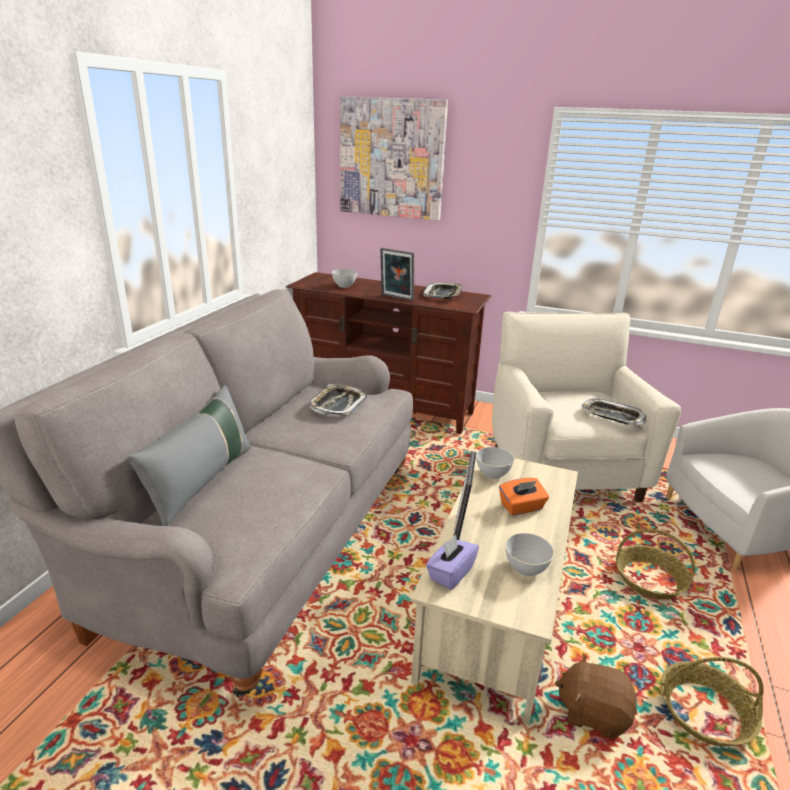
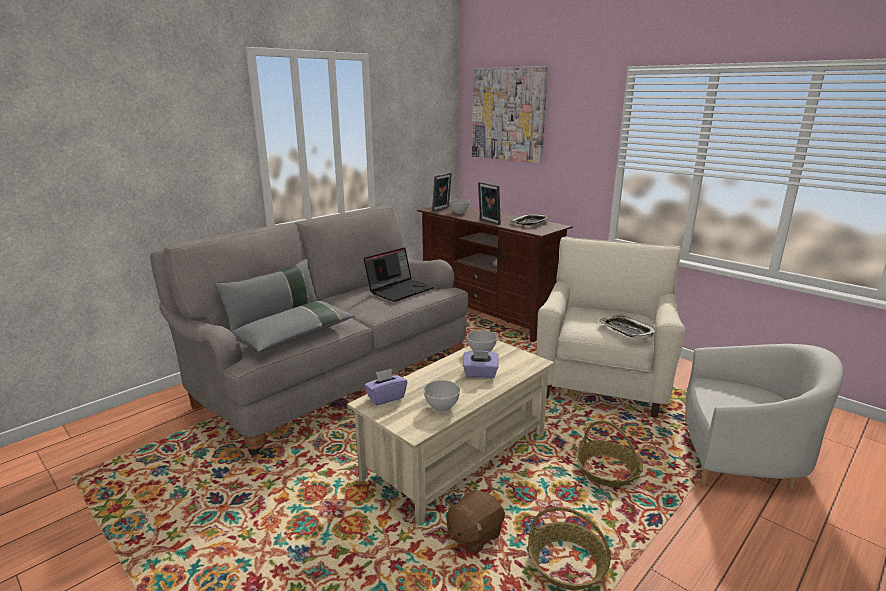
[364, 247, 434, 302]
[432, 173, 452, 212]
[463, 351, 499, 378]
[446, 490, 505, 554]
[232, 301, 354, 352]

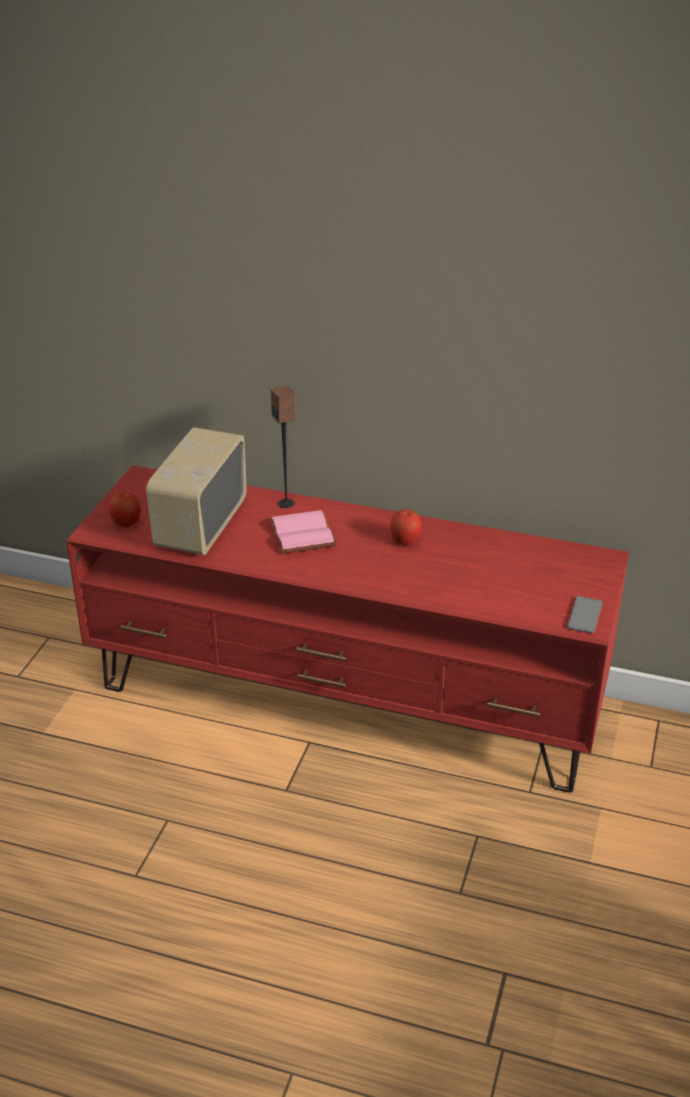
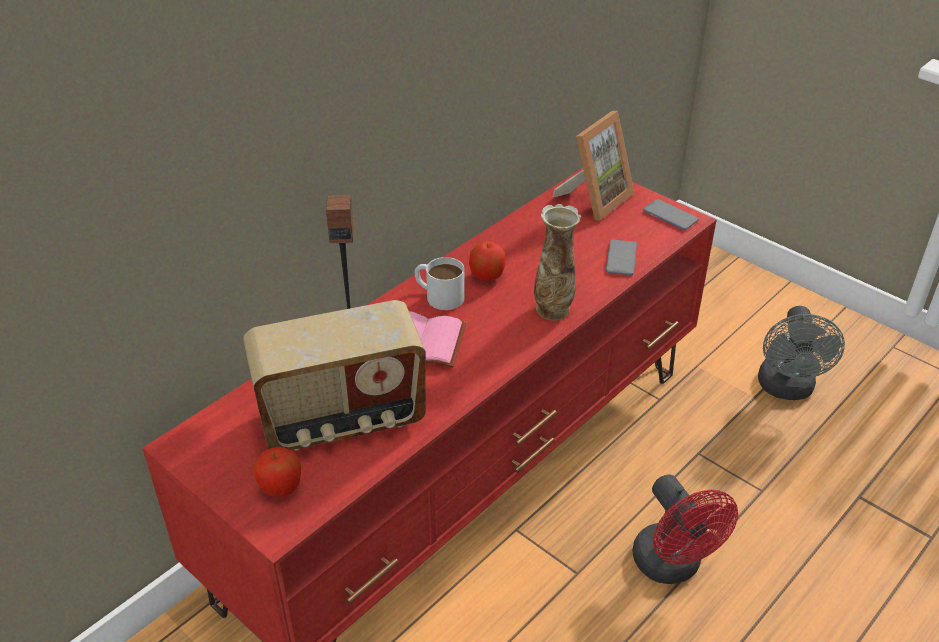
[243, 300, 426, 451]
[415, 257, 465, 310]
[534, 204, 581, 320]
[553, 111, 634, 220]
[606, 239, 637, 276]
[632, 475, 738, 584]
[758, 306, 845, 400]

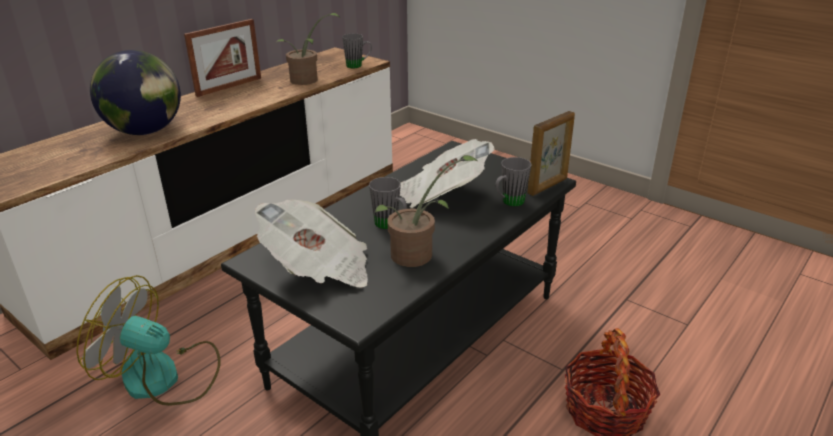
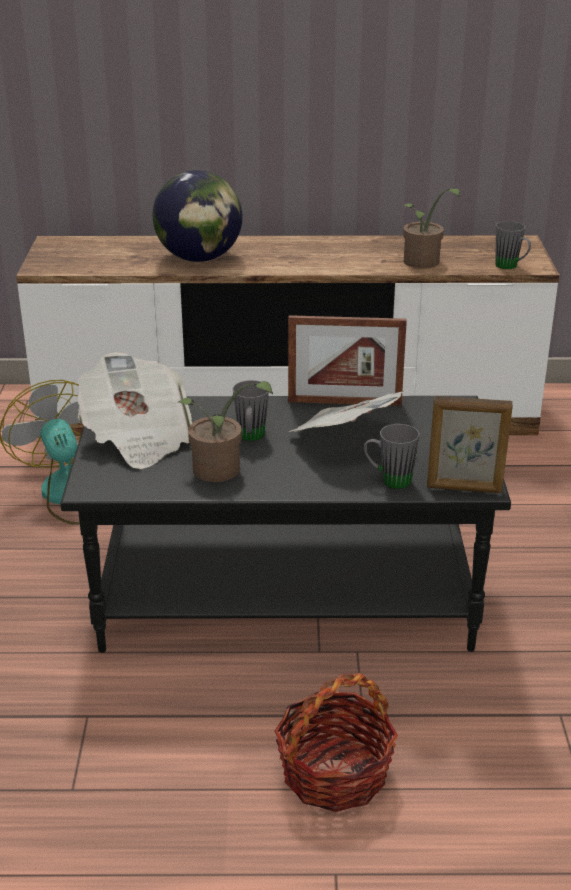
[288, 315, 407, 406]

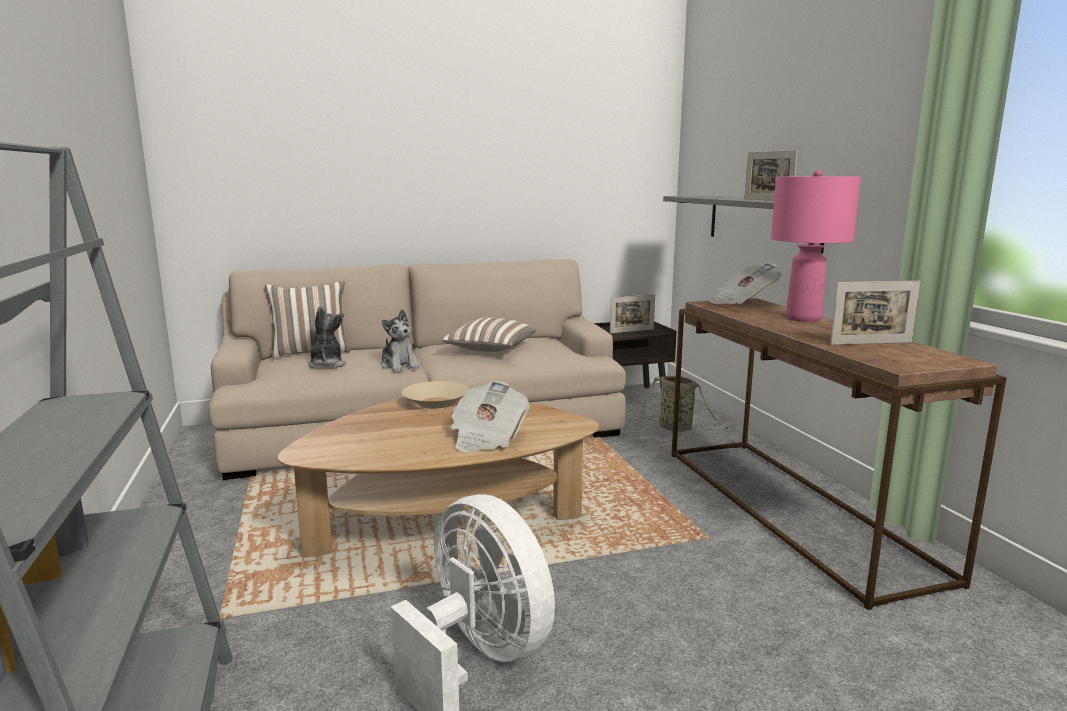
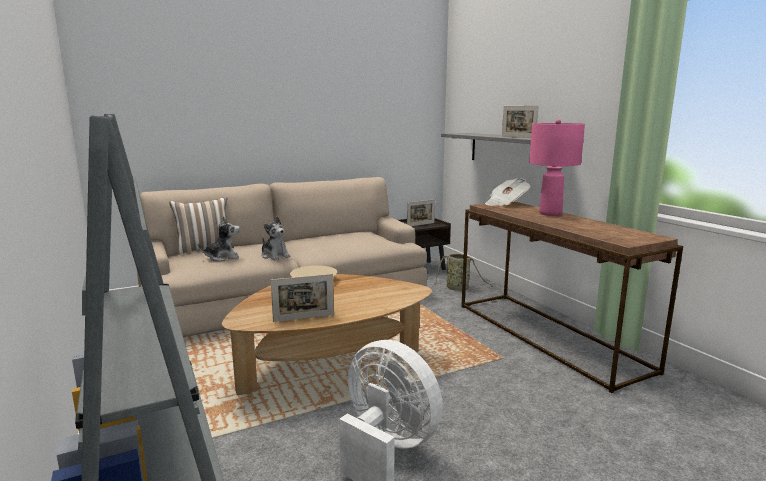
[198, 216, 240, 261]
[441, 318, 537, 352] (first image)
[451, 381, 530, 452] (first image)
[271, 274, 334, 322]

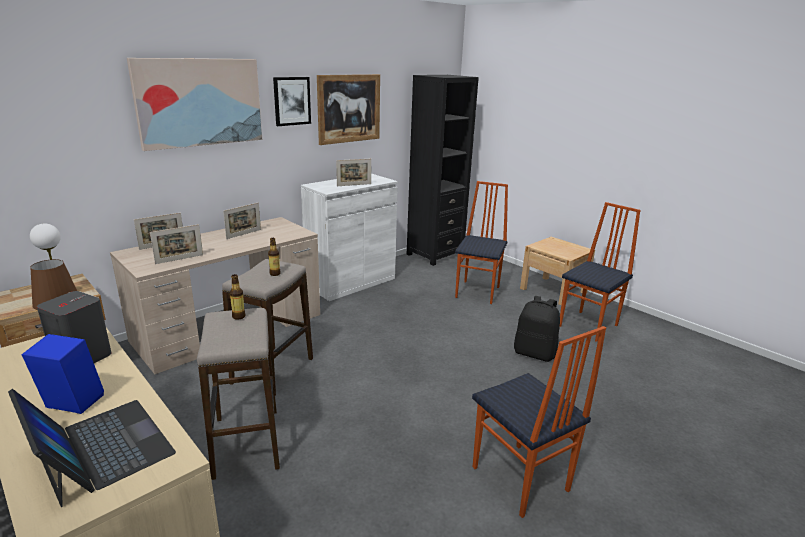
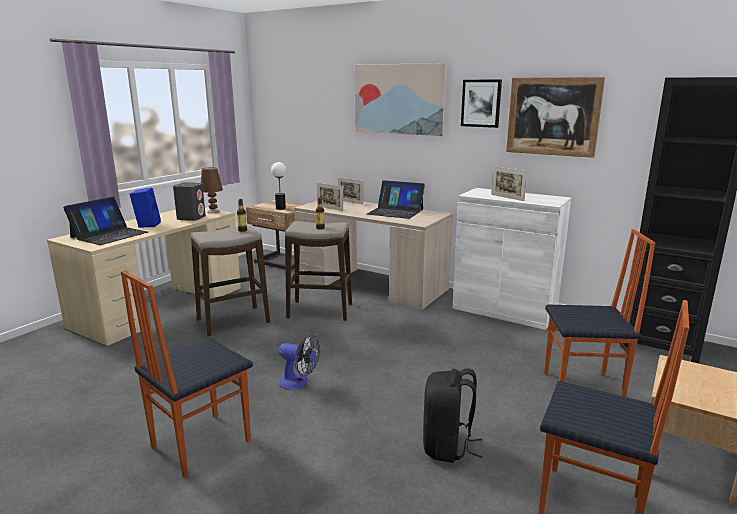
[367, 180, 425, 219]
[278, 335, 320, 390]

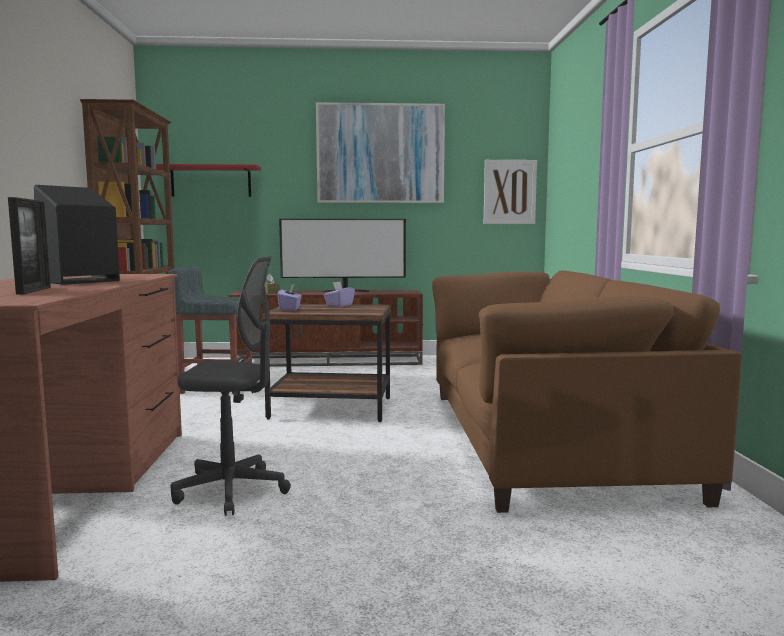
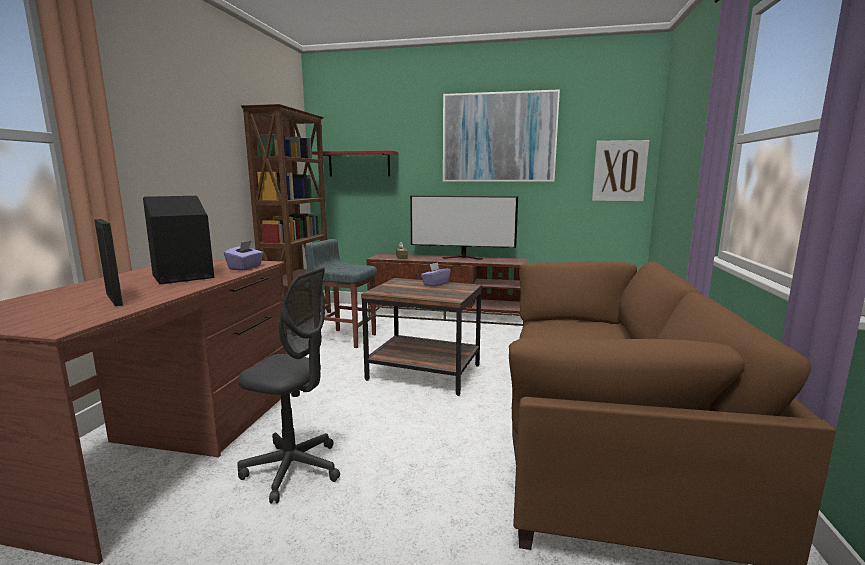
[94, 219, 123, 306]
[224, 241, 263, 270]

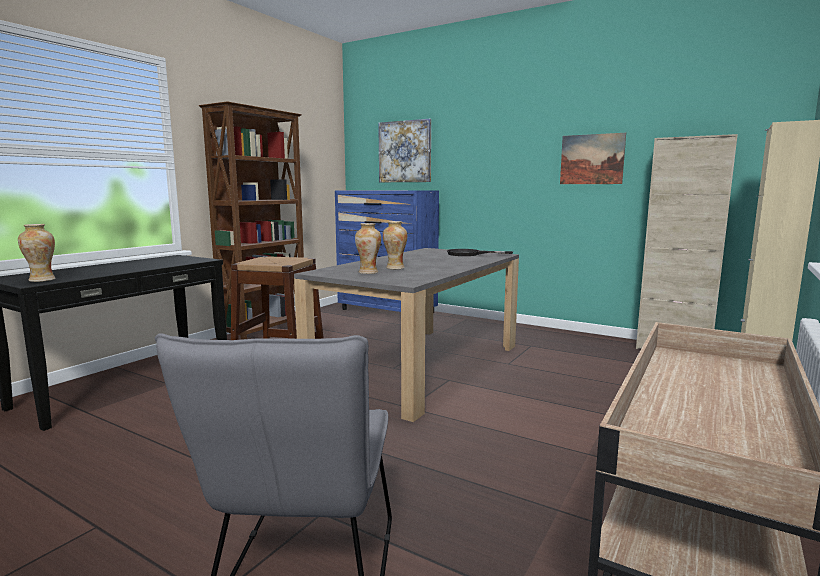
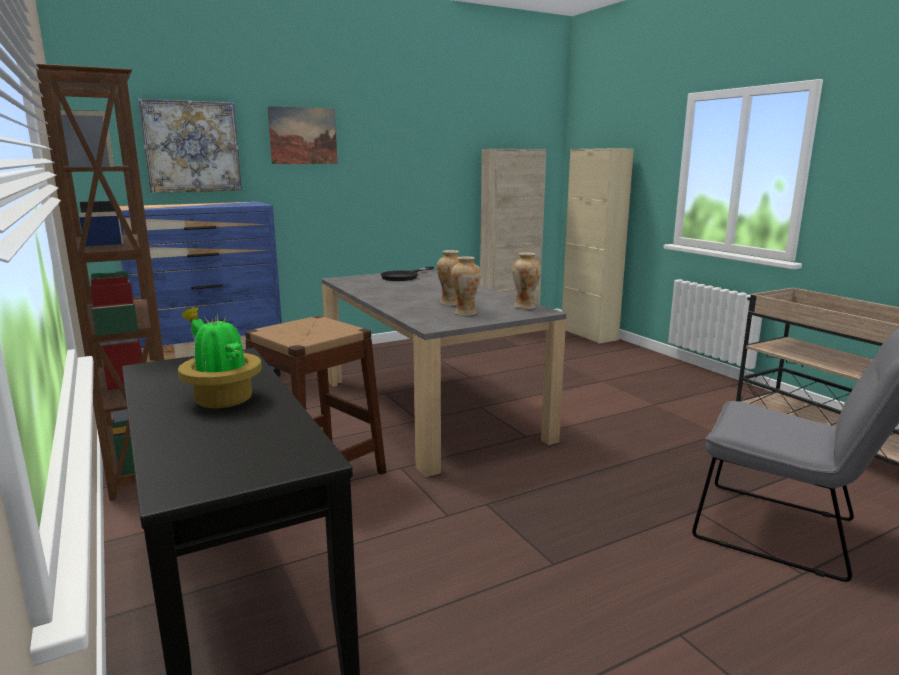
[512, 252, 541, 309]
[267, 106, 338, 164]
[178, 307, 262, 408]

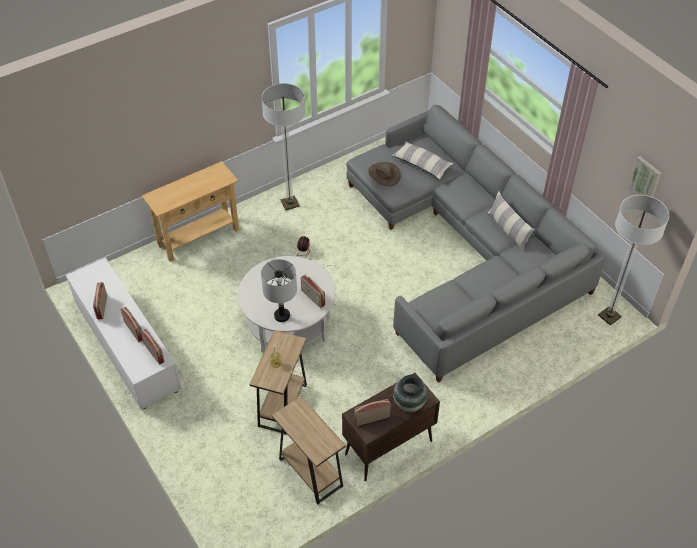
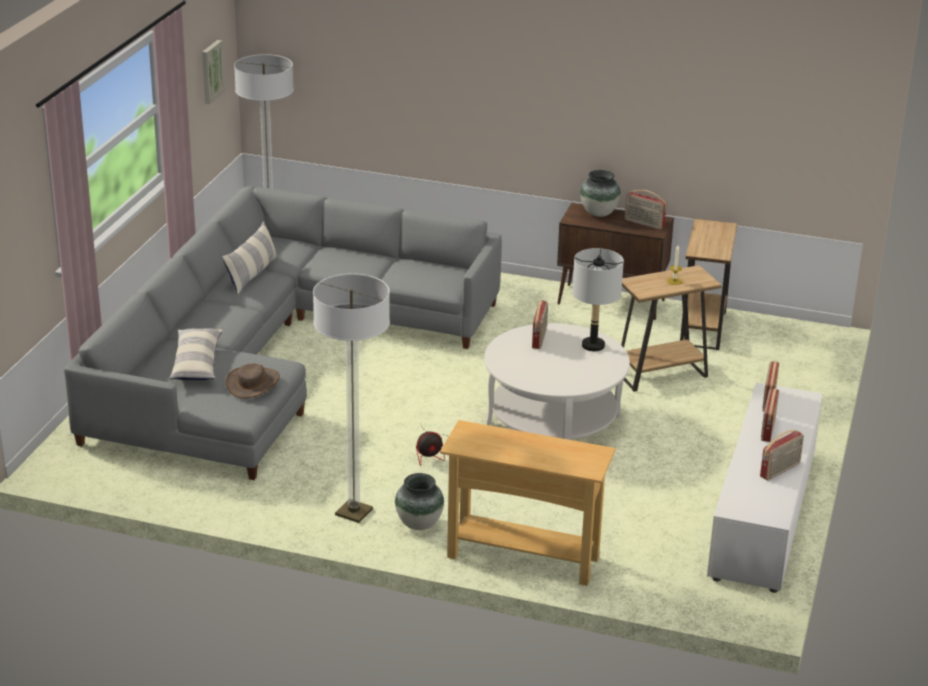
[395, 473, 444, 530]

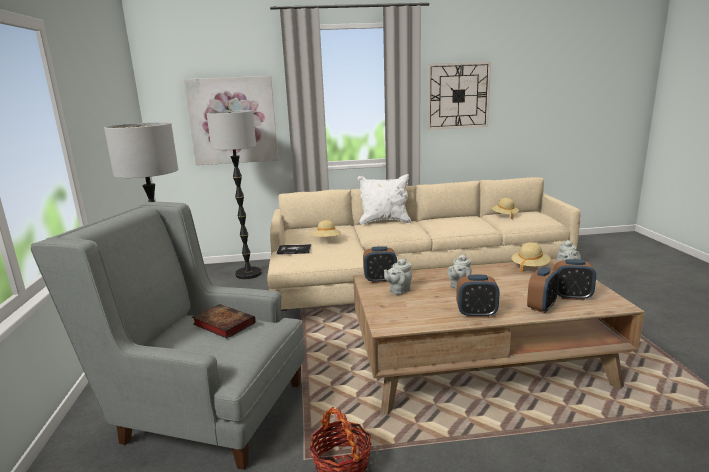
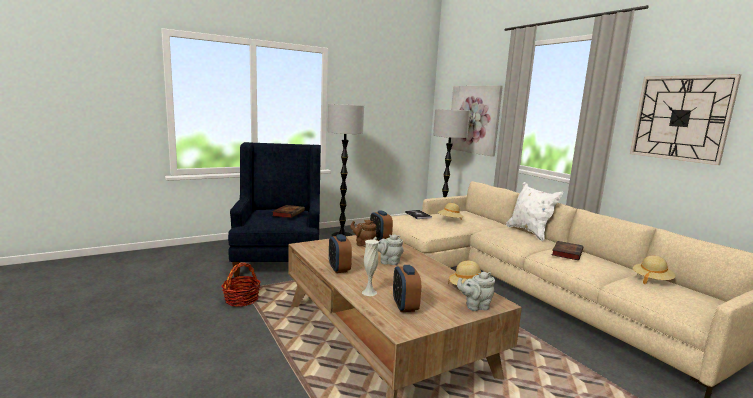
[228, 142, 321, 277]
[350, 220, 377, 247]
[362, 240, 379, 296]
[552, 241, 583, 260]

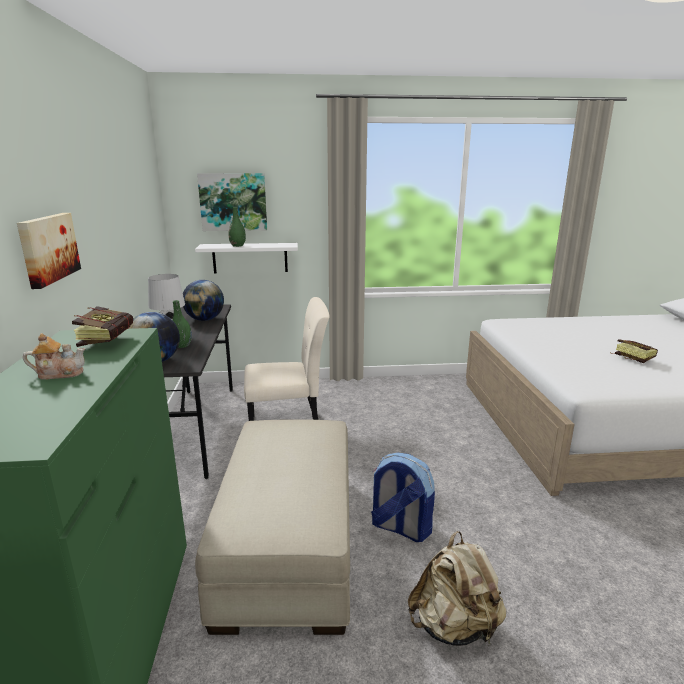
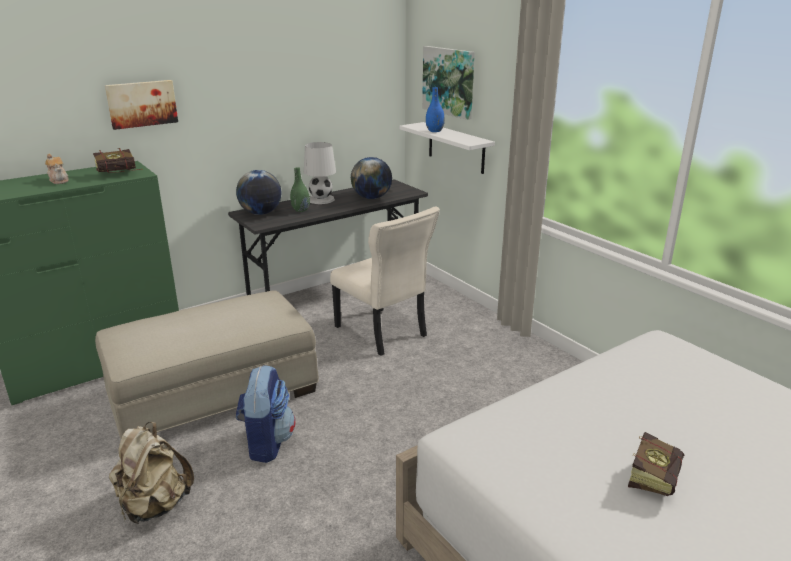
[426, 87, 445, 132]

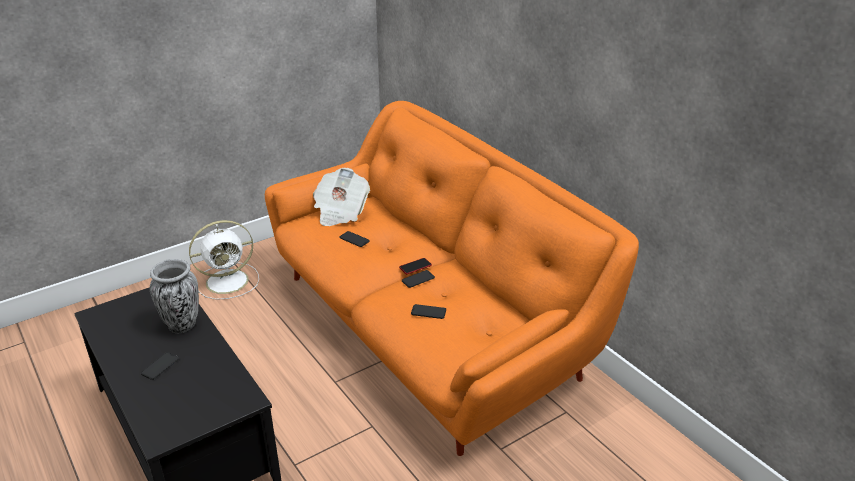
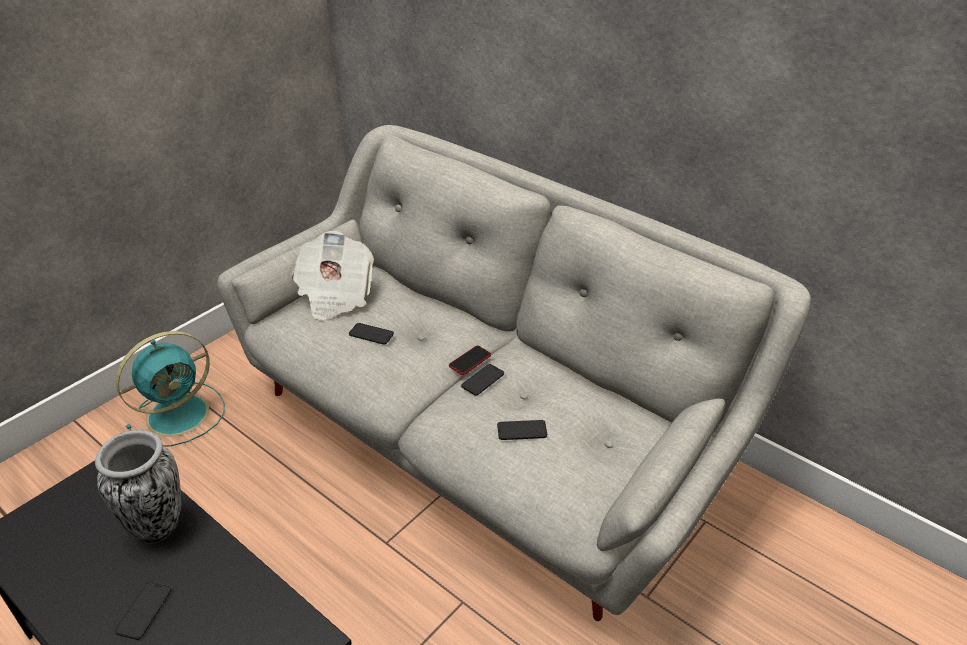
[116, 331, 225, 447]
[217, 125, 811, 621]

